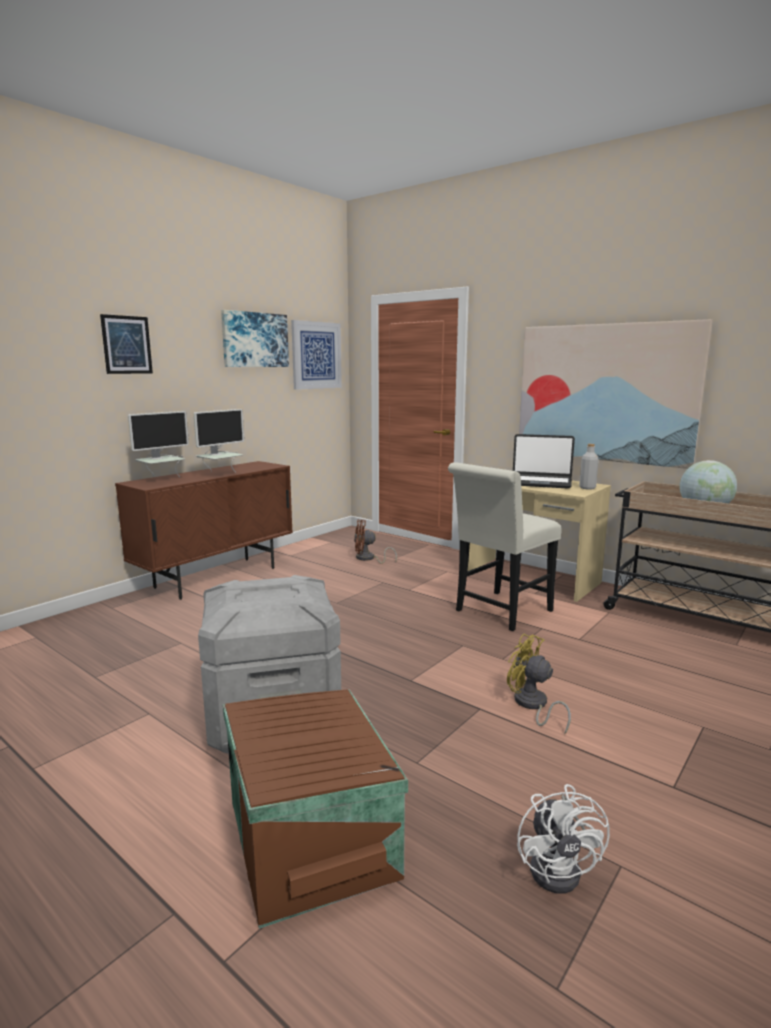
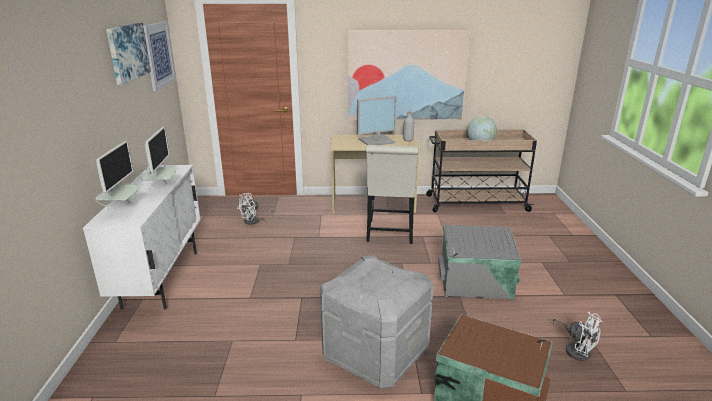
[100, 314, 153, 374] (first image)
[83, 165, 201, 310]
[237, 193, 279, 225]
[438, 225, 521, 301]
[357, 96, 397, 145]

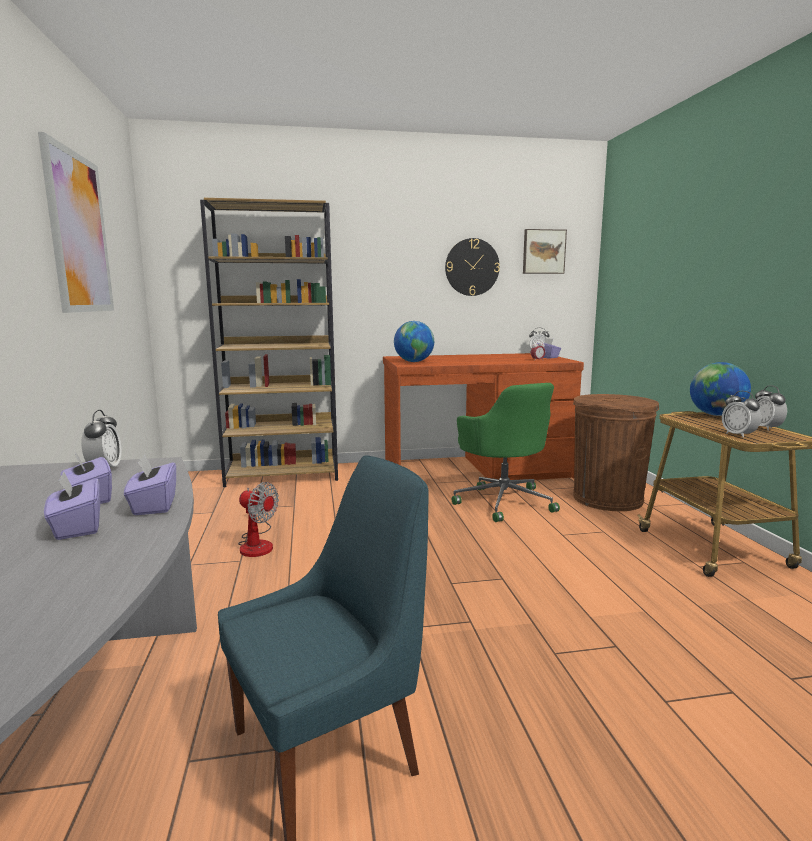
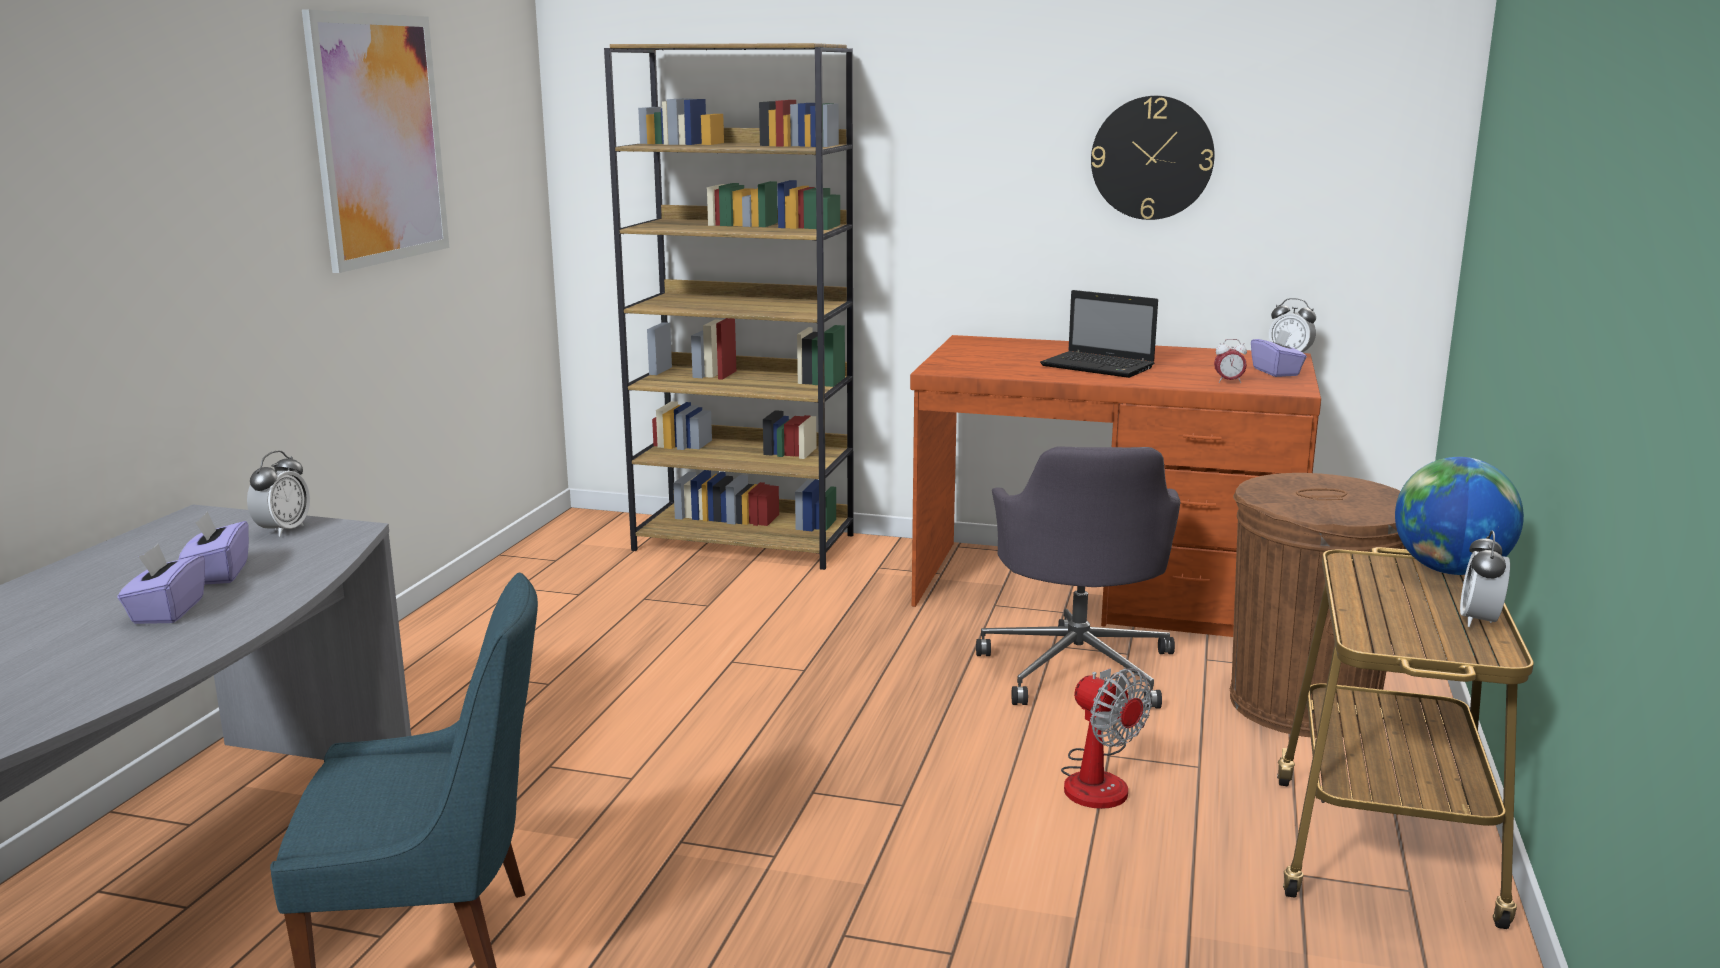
[124, 455, 176, 515] (first image)
[1061, 668, 1152, 809]
[394, 321, 434, 362] (first image)
[976, 447, 1180, 709]
[523, 229, 567, 274] (first image)
[722, 391, 761, 438] (first image)
[1040, 290, 1158, 378]

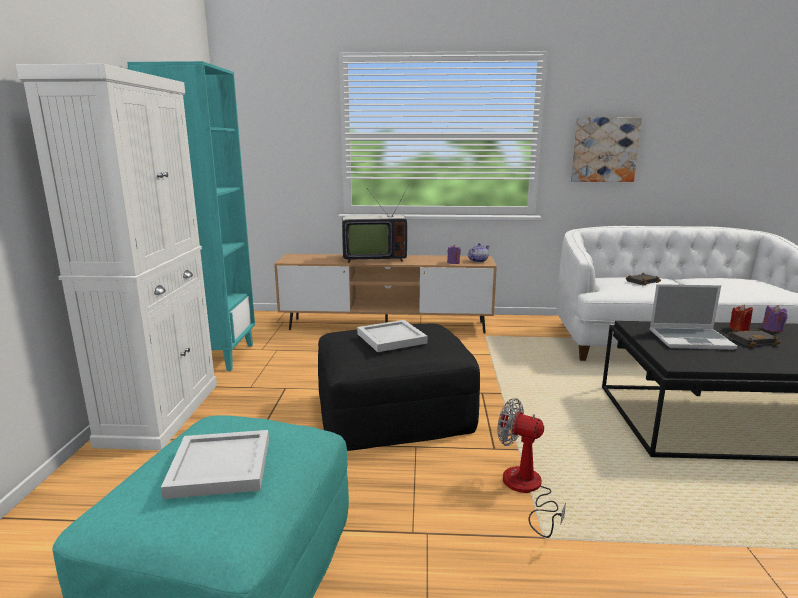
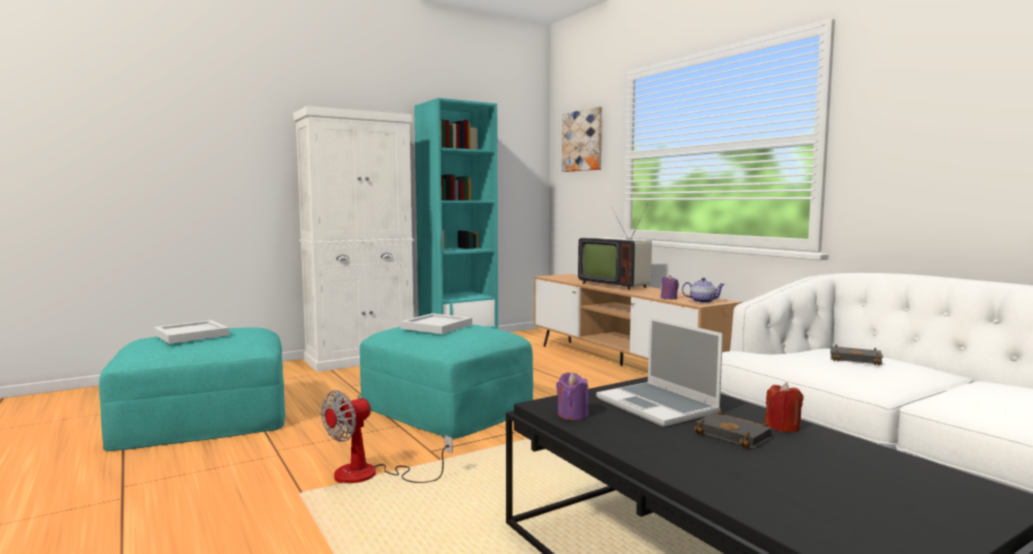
[360, 324, 533, 439]
[321, 390, 452, 483]
[562, 107, 602, 172]
[556, 372, 589, 420]

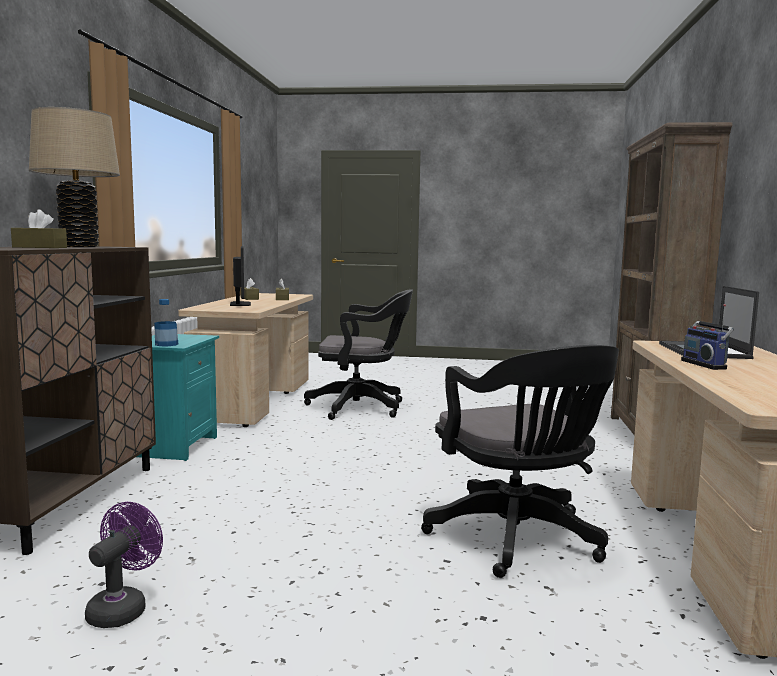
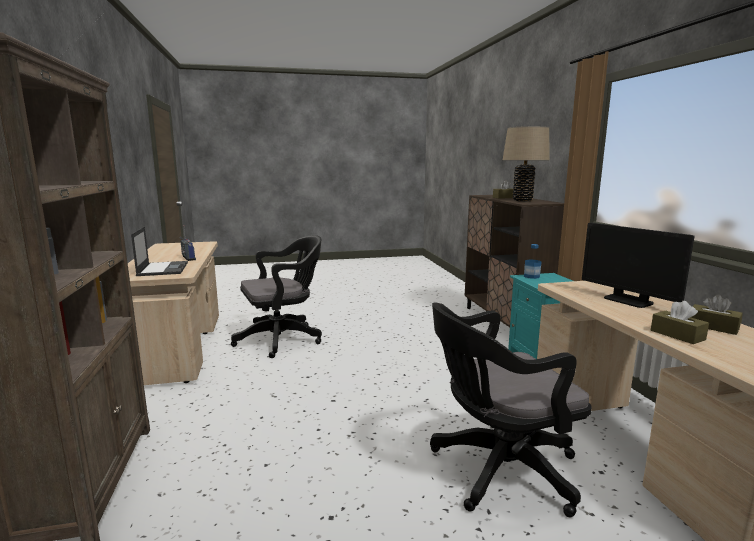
[85, 502, 163, 628] (first image)
[231, 235, 322, 358]

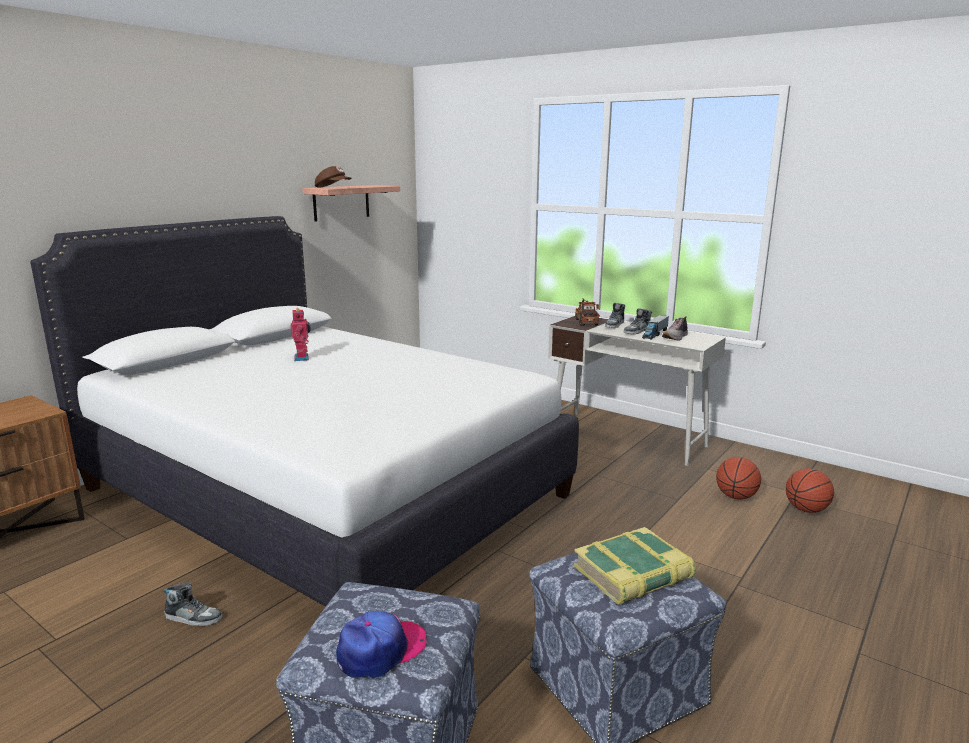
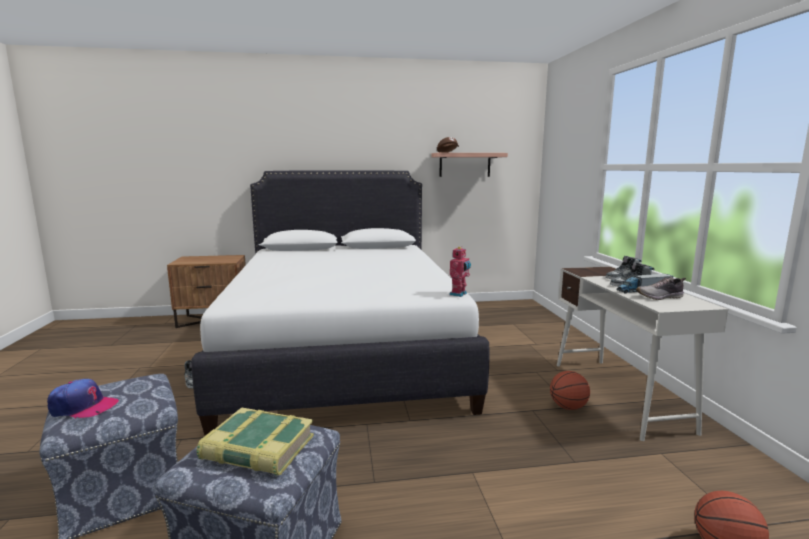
[449, 247, 471, 297]
[575, 299, 600, 326] (first image)
[550, 371, 590, 410]

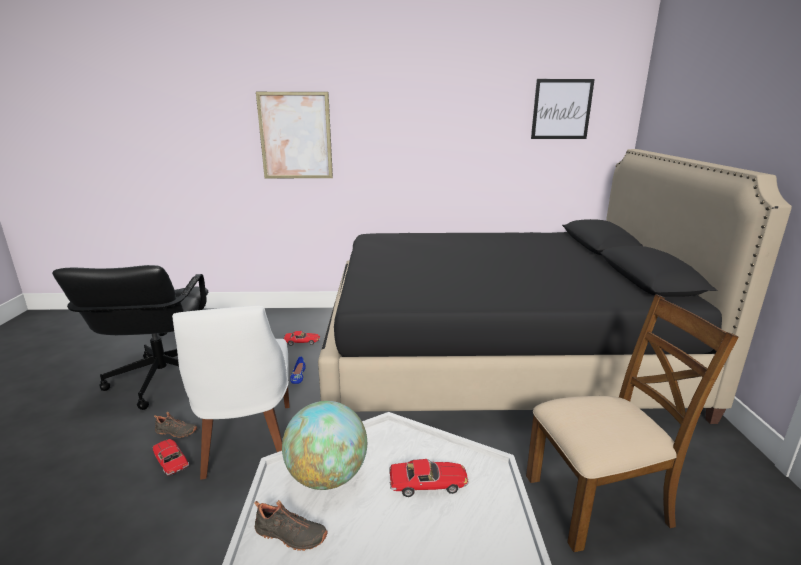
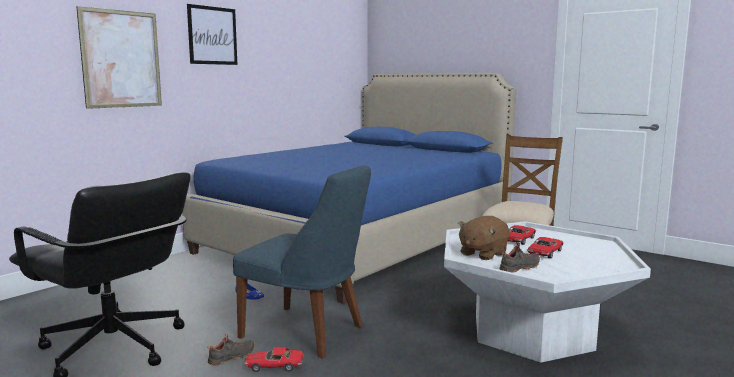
[233, 165, 371, 358]
[458, 216, 510, 260]
[527, 237, 564, 259]
[182, 73, 516, 304]
[187, 4, 237, 65]

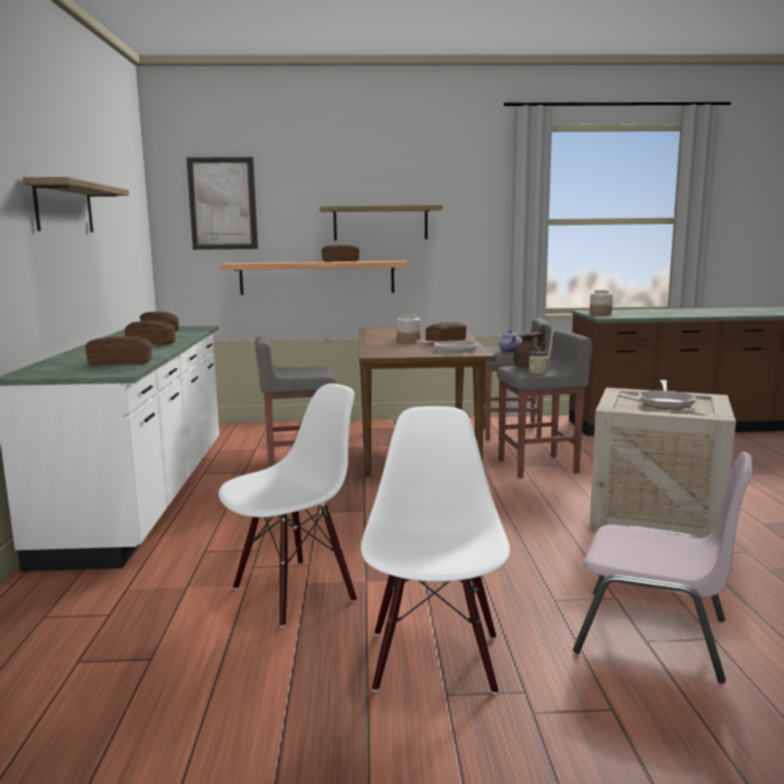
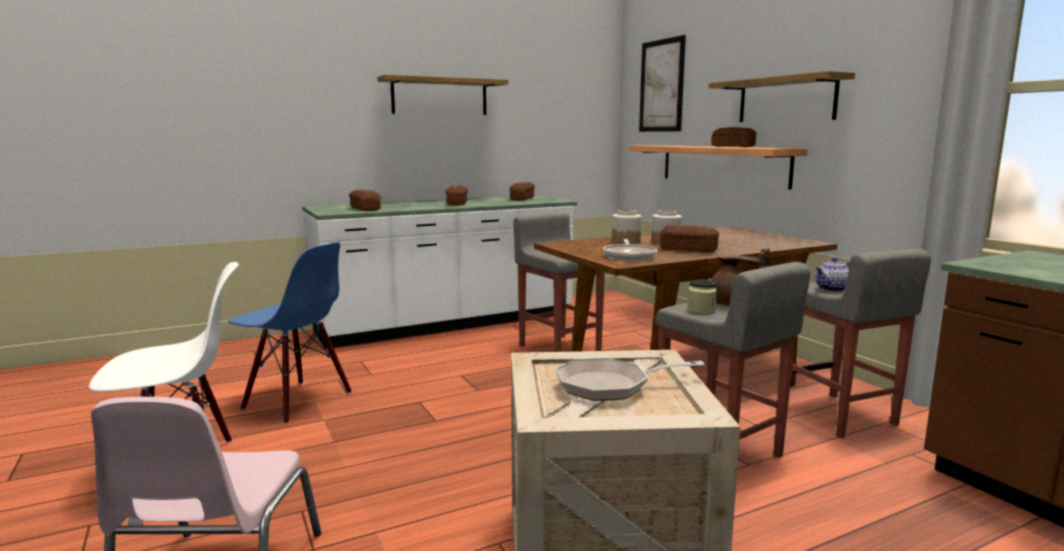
[228, 242, 352, 424]
[612, 210, 642, 244]

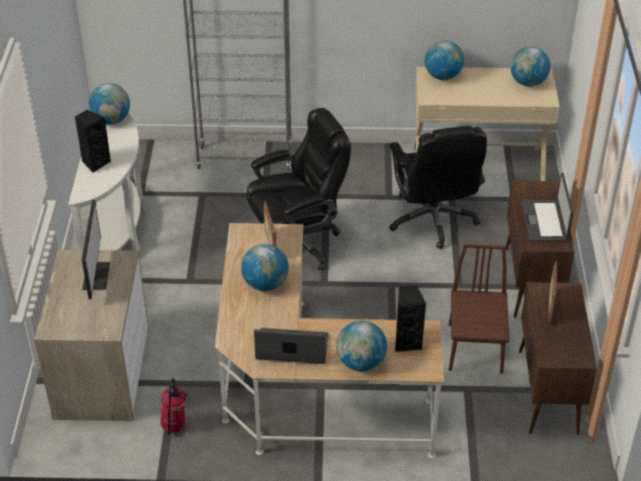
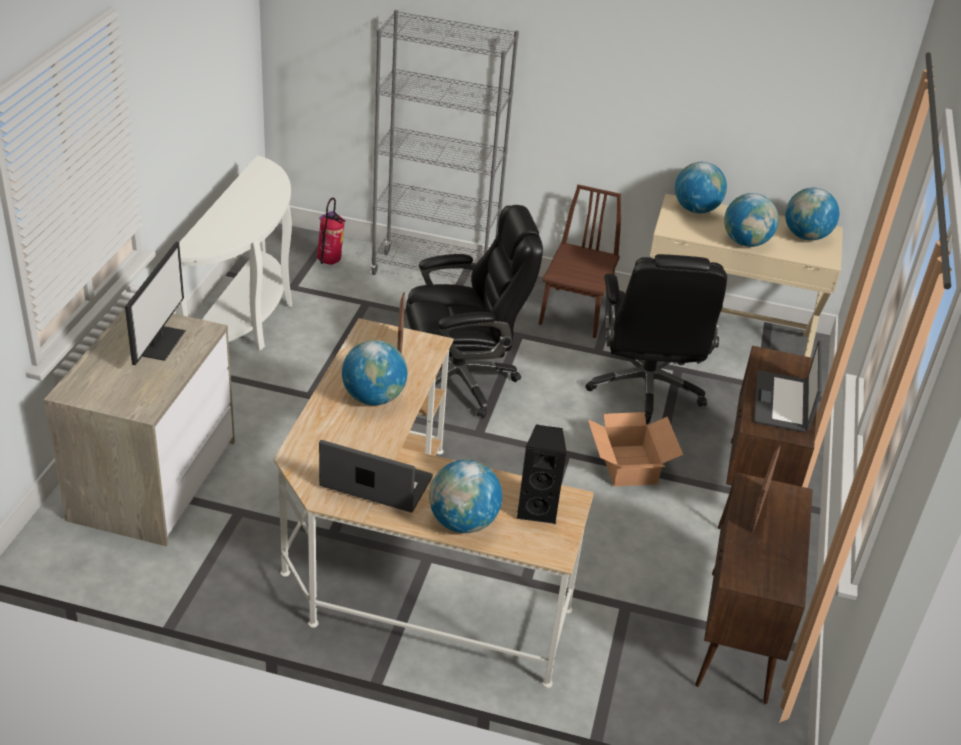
[75, 110, 111, 172] (first image)
[724, 193, 779, 247]
[317, 198, 346, 265]
[539, 185, 621, 338]
[588, 412, 683, 486]

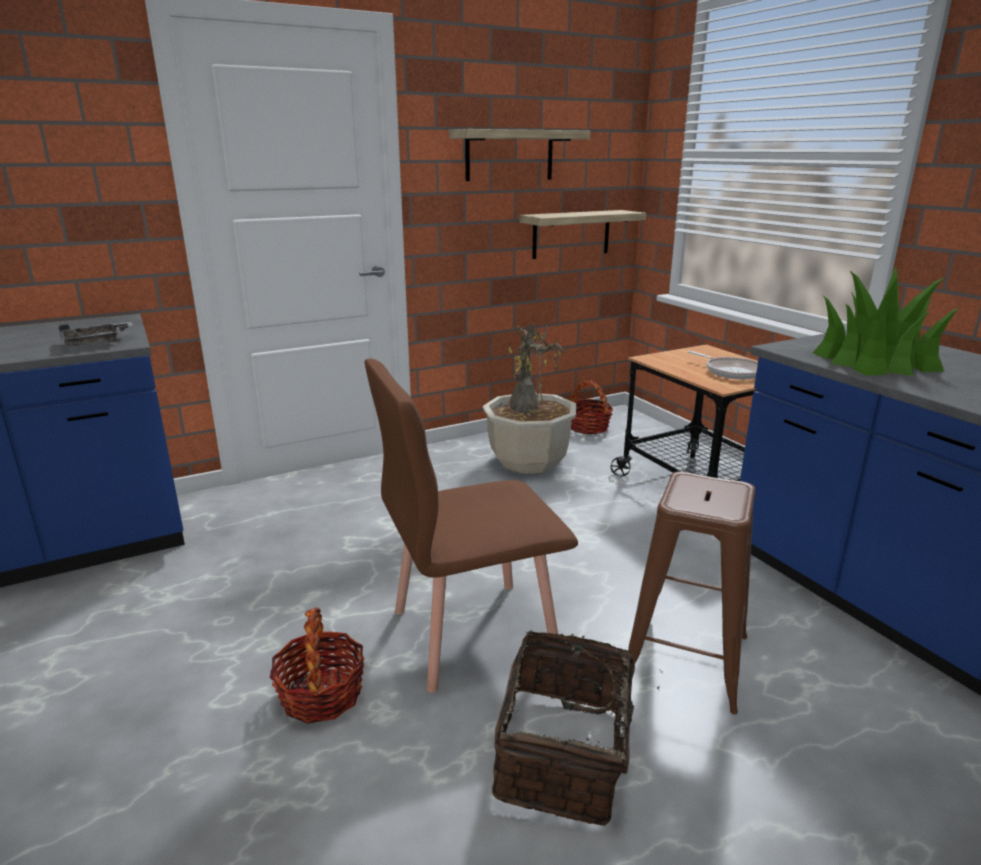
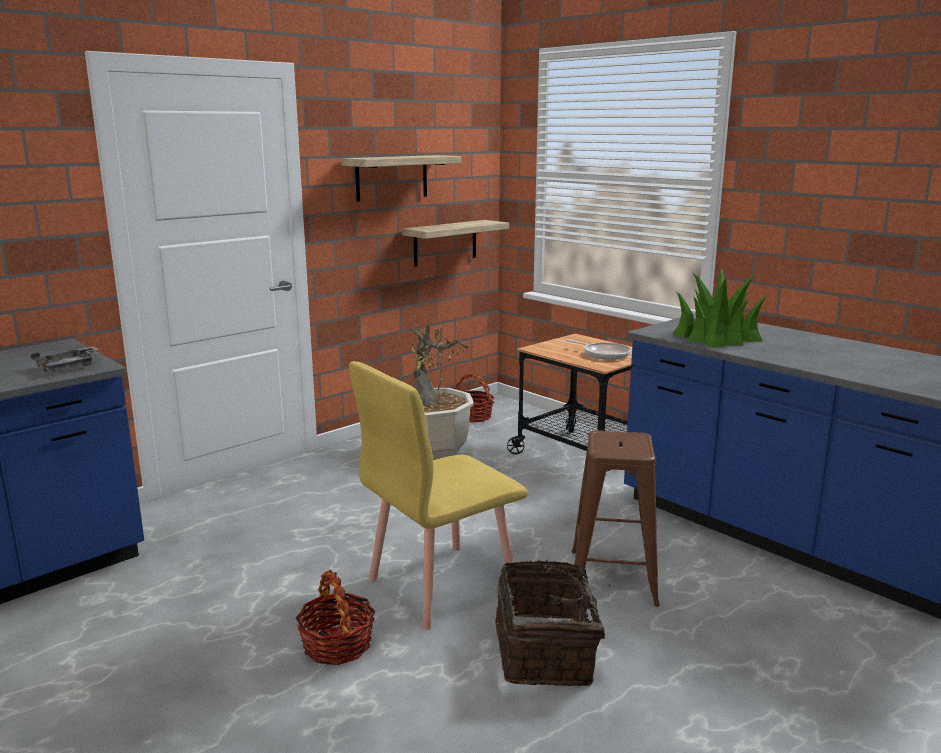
[349, 361, 528, 630]

